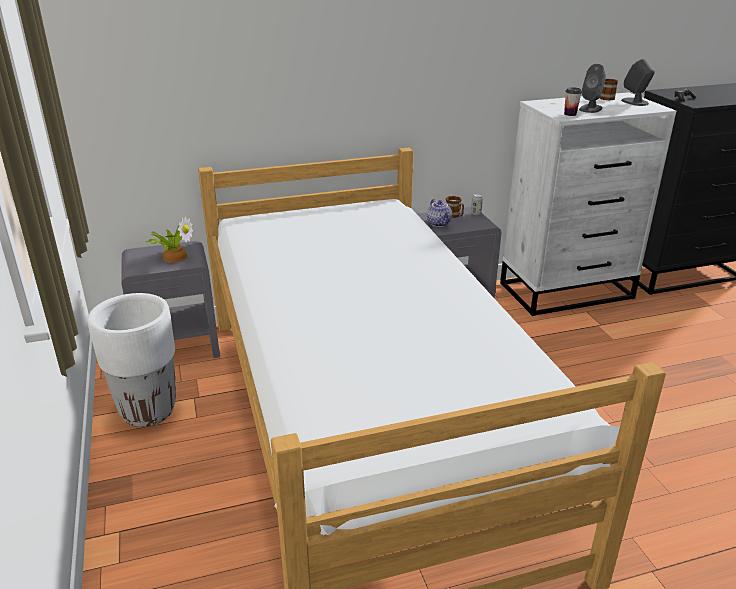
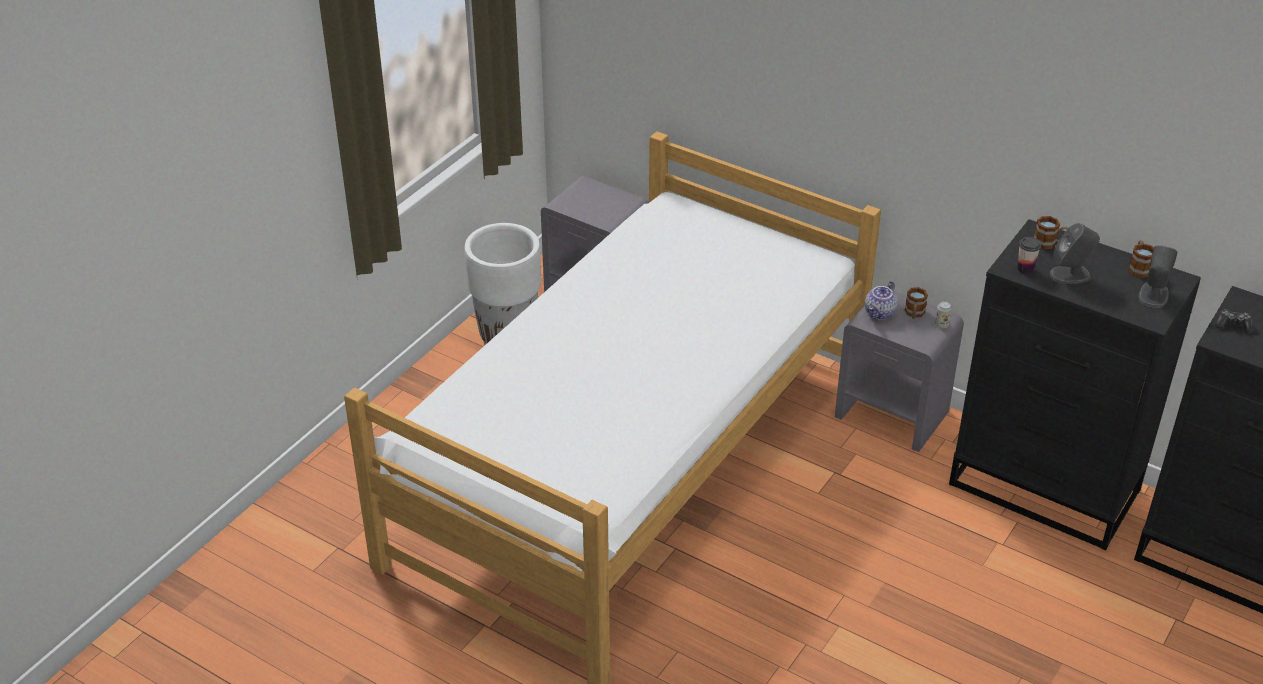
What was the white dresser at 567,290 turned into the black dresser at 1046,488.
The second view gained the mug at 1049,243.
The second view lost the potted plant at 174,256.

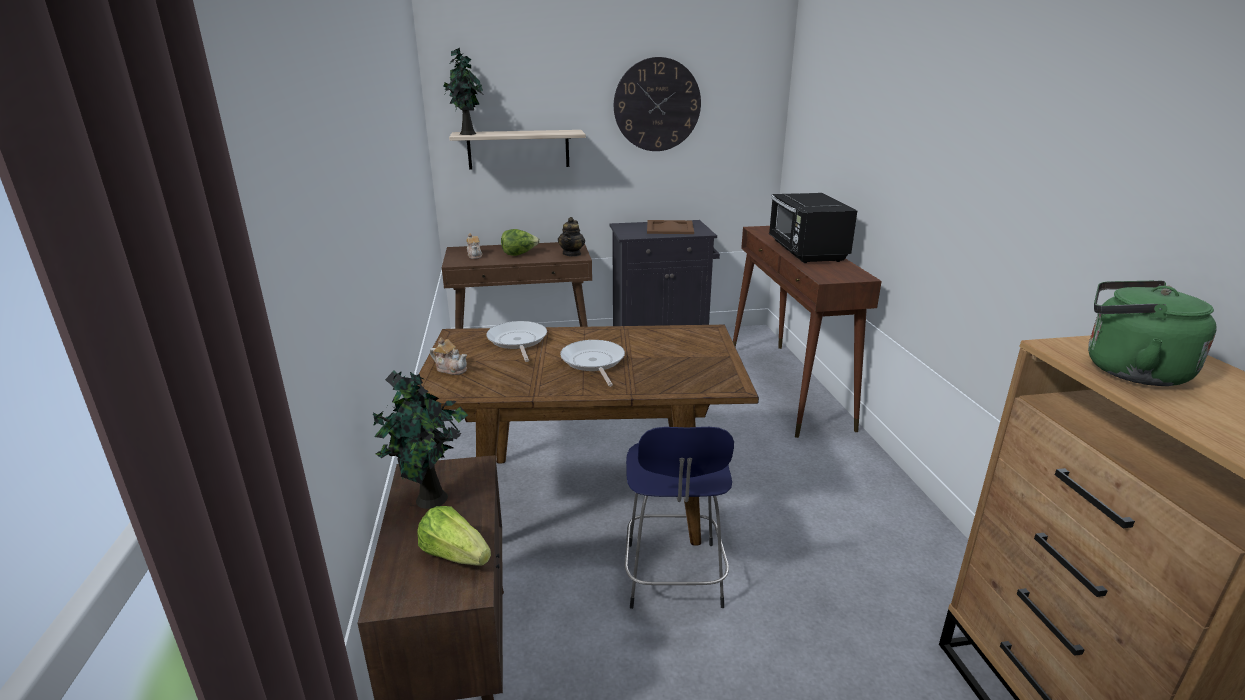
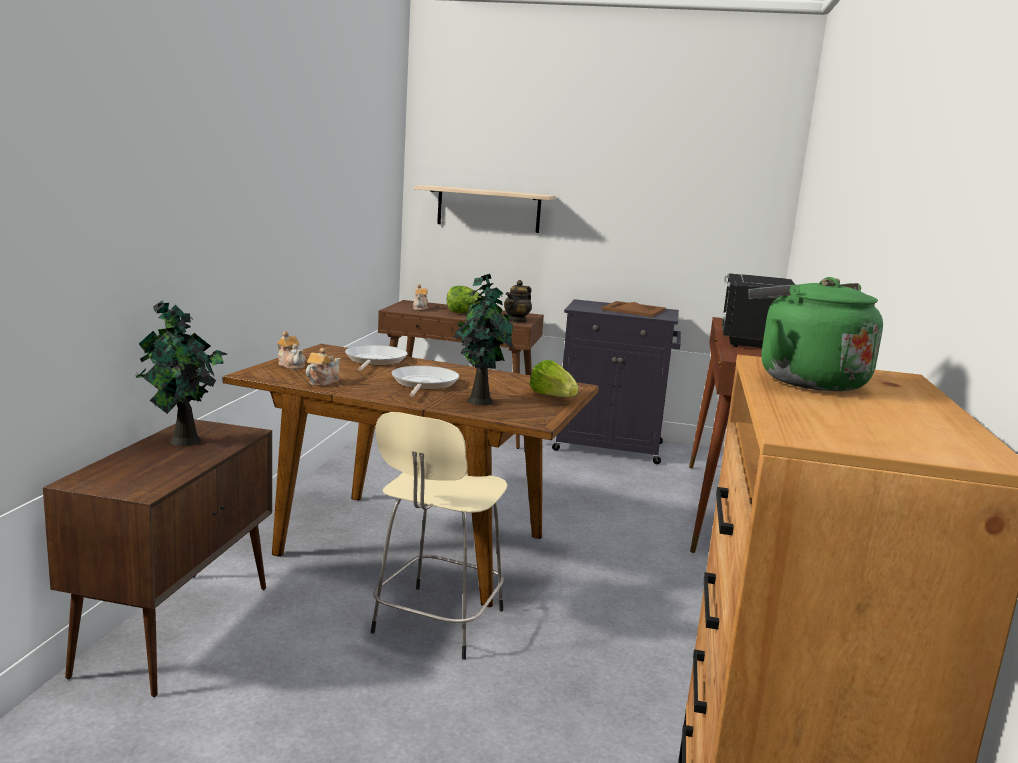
The second view gained the teapot at 322,382.
What was the blue stool at 673,578 turned into the beige stool at 436,623.
The potted plant ended up elsewhere, having gone from 466,133 to 478,401.
The lettuce ended up elsewhere, having gone from 455,555 to 552,397.
The second view lost the wall clock at 657,105.

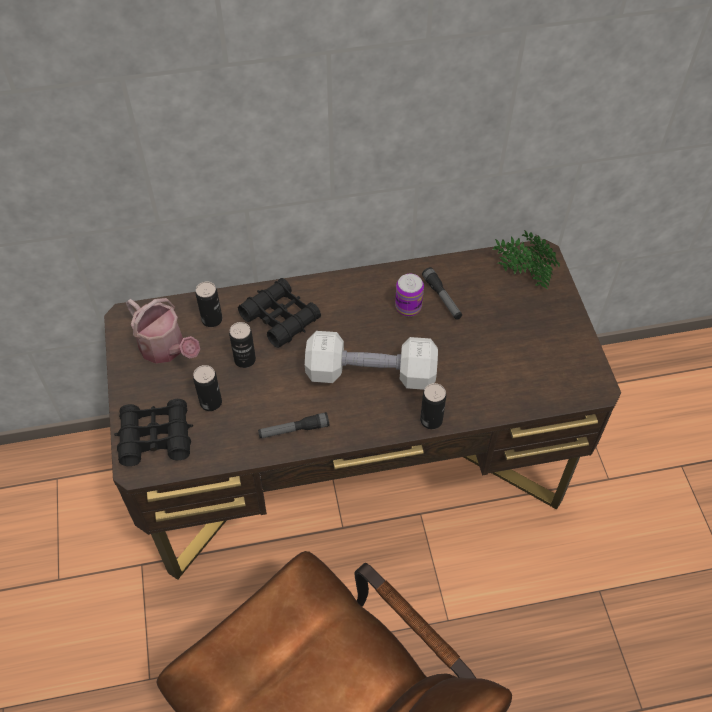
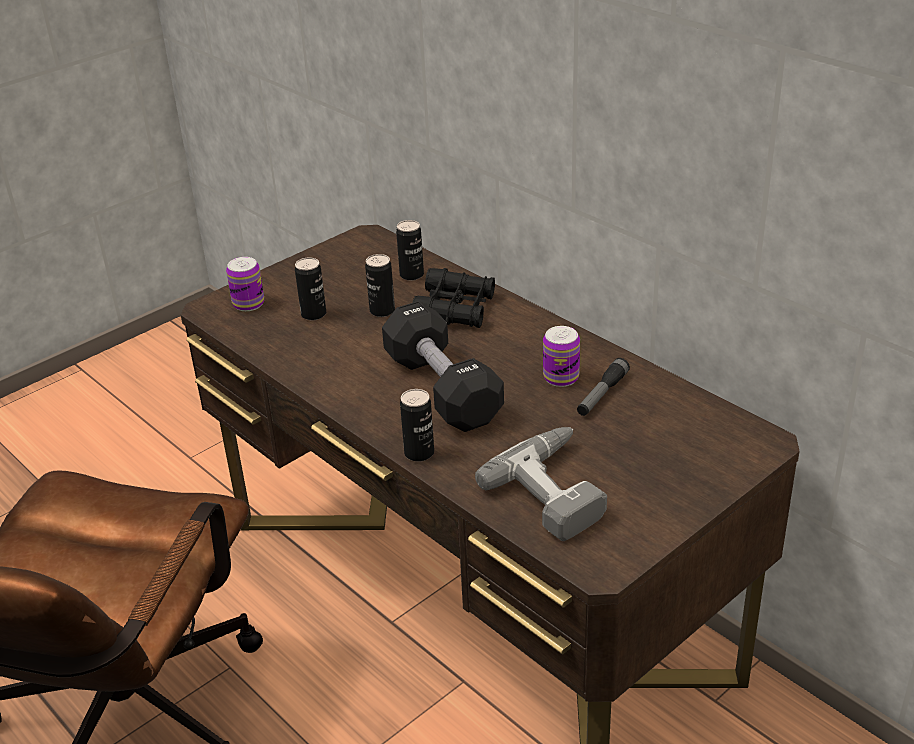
Where the black binoculars stood at 155,437, the can came to stand at 248,303.
What was the white dumbbell at 371,373 turned into the black dumbbell at 442,389.
The second view gained the power drill at 558,490.
The second view lost the watering can at 166,349.
The second view lost the flashlight at 293,430.
The second view lost the potted plant at 522,275.

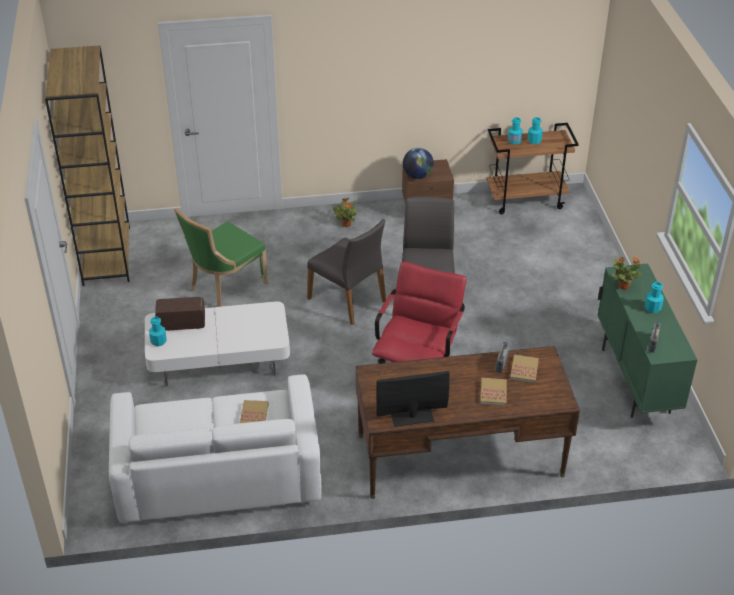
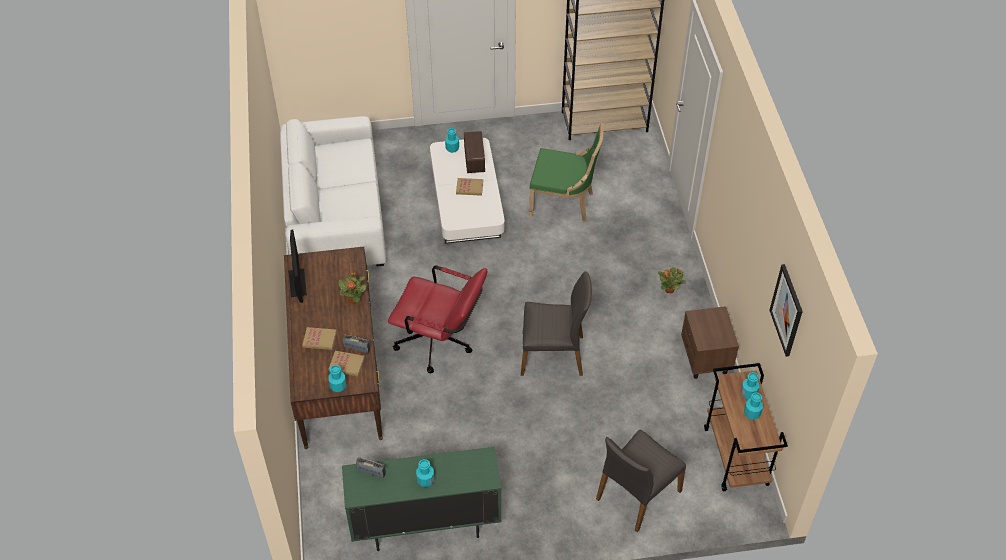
The second view gained the turquoise bottle at 338,386.
The potted plant ended up elsewhere, having gone from 623,286 to 354,299.
The book ended up elsewhere, having gone from 254,415 to 469,188.
The green chair at 225,287 ended up facing another way, 150 degrees clockwise from before.
The grey chair ended up elsewhere, having gone from 348,299 to 637,495.
The second view gained the picture at 787,310.
The second view lost the globe at 417,176.

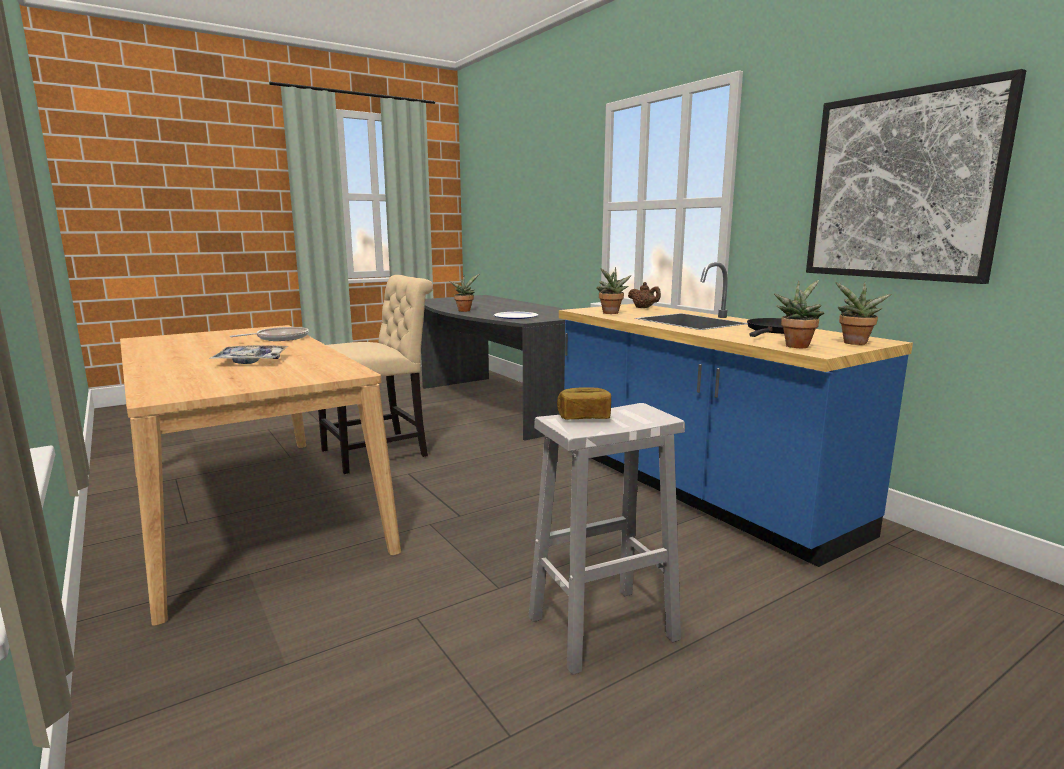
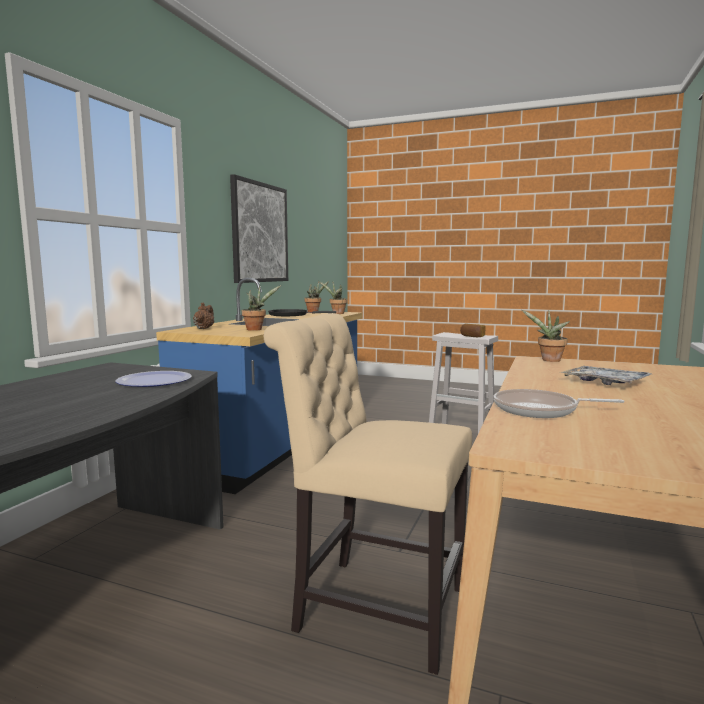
The potted plant ended up elsewhere, having gone from 464,310 to 549,360.

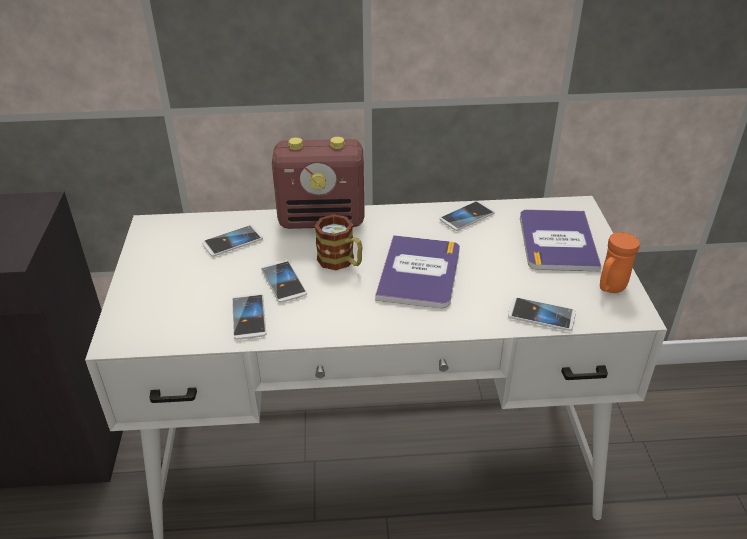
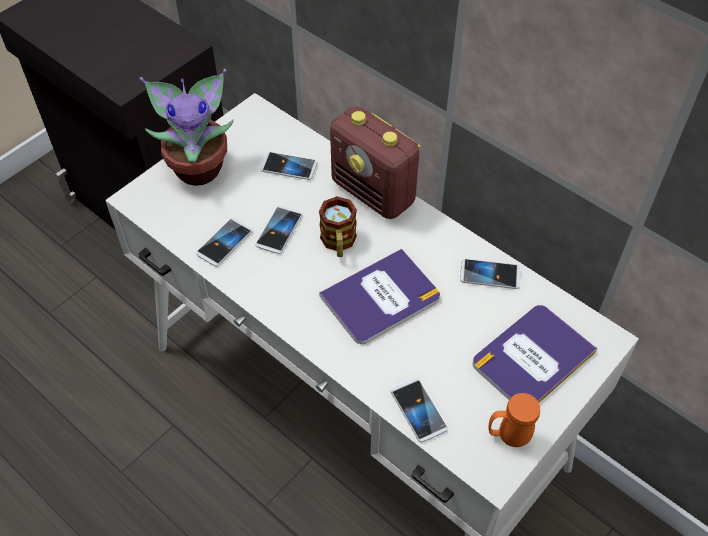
The second view gained the potted plant at 199,167.

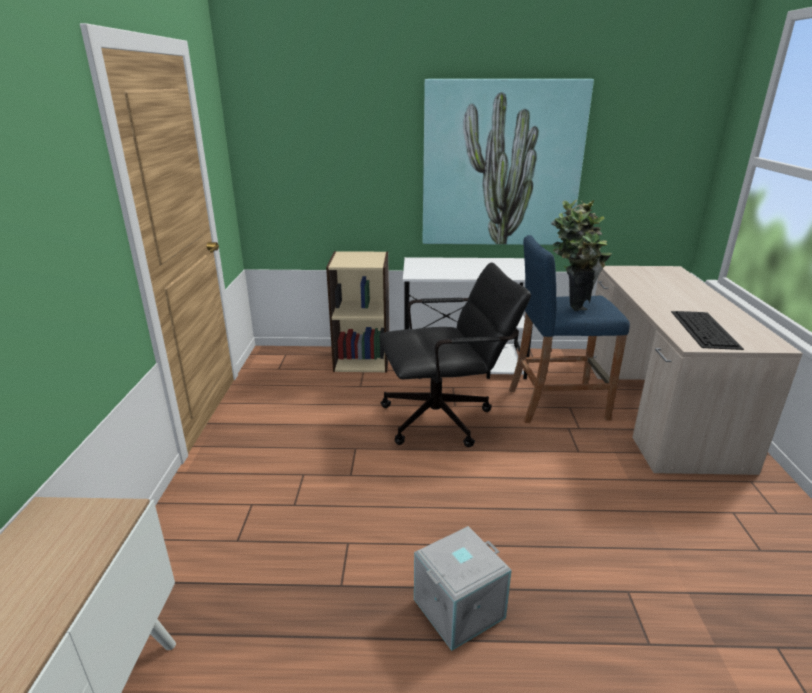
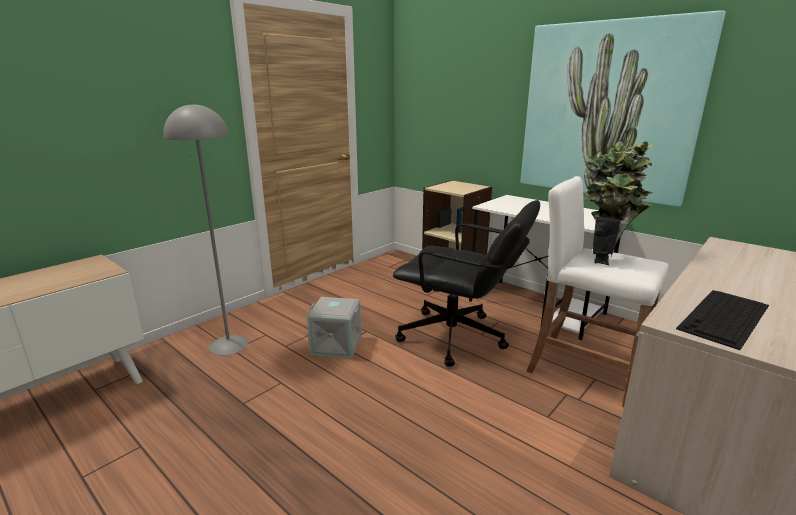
The second view gained the grey floor lamp at 229,344.
The grey storage box ended up elsewhere, having gone from 458,607 to 337,344.
What was the blue stool at 557,404 turned into the white stool at 585,371.

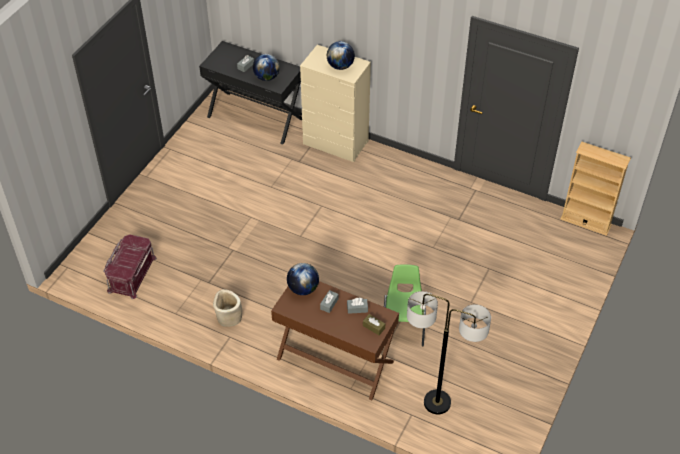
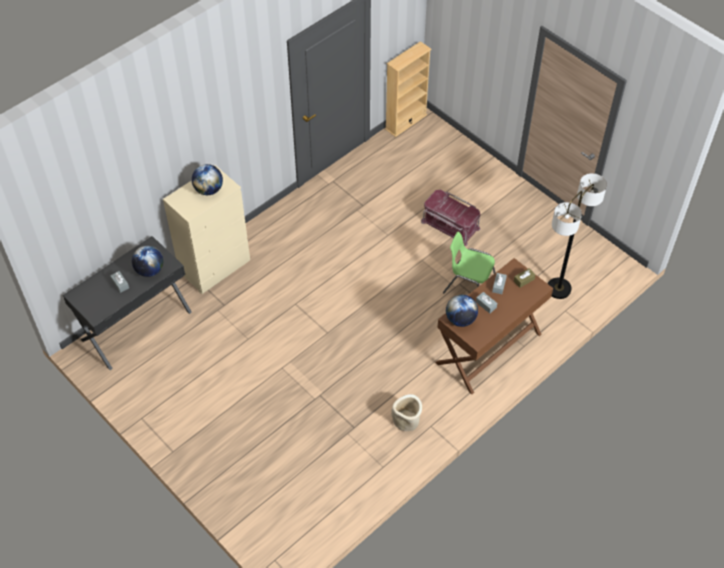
The red storage box ended up elsewhere, having gone from 131,274 to 450,225.

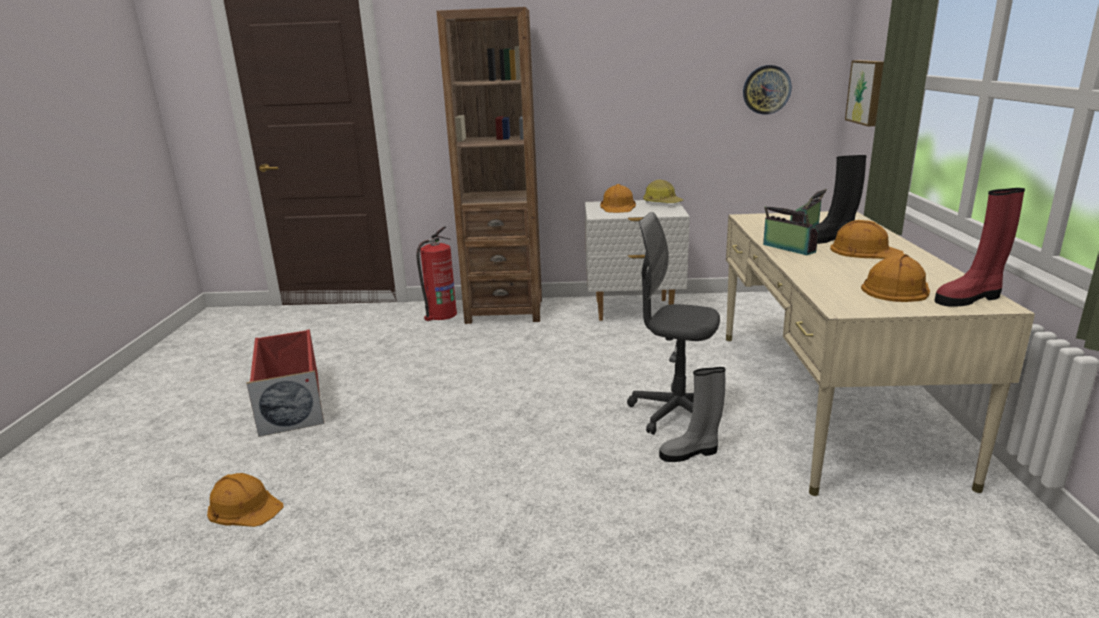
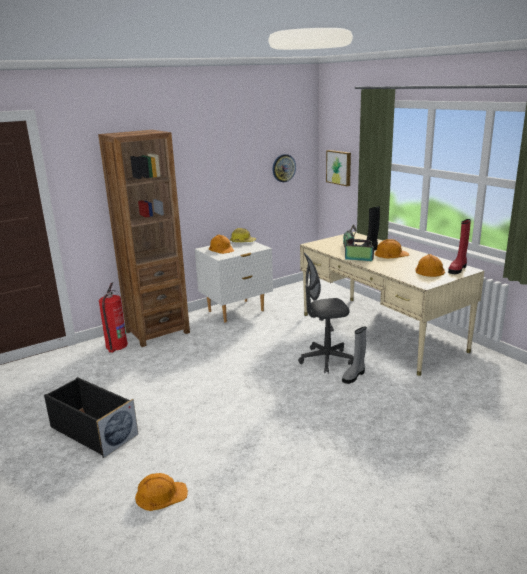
What was the red storage box at 291,402 turned into the black storage box at 92,431.

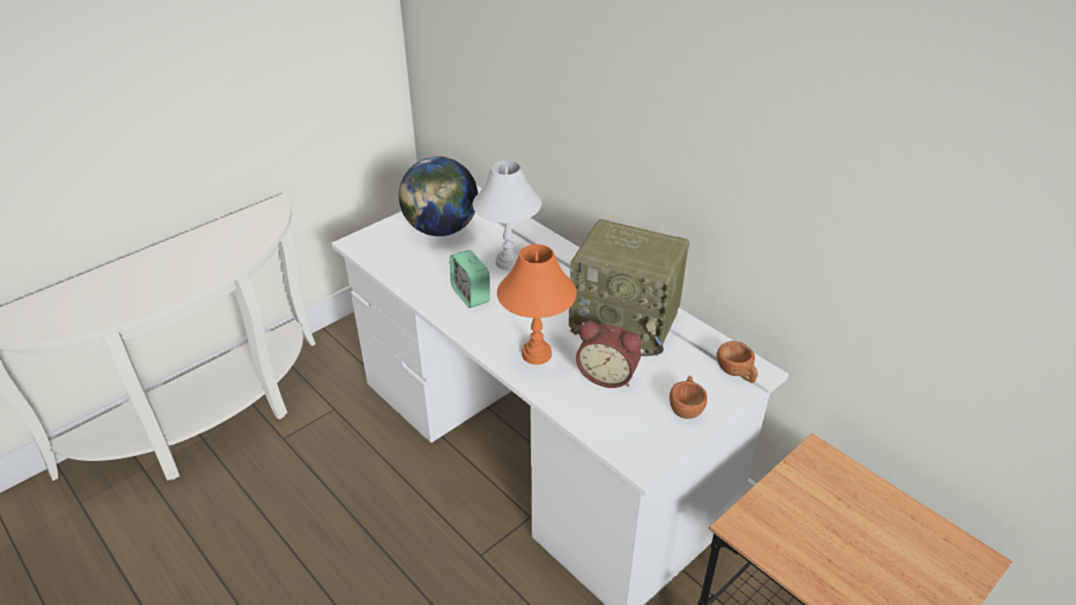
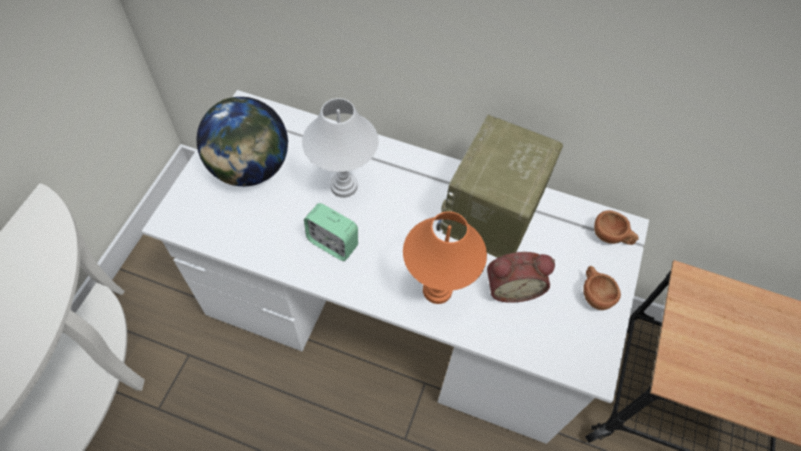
The radio at 627,321 ended up facing another way, 120 degrees clockwise from before.

